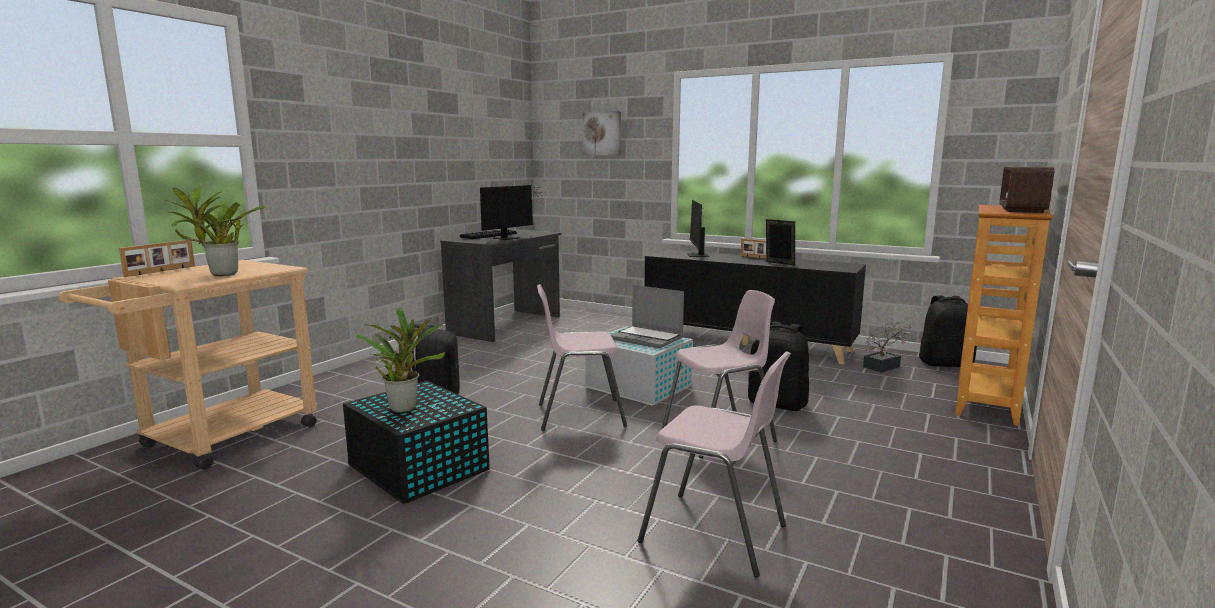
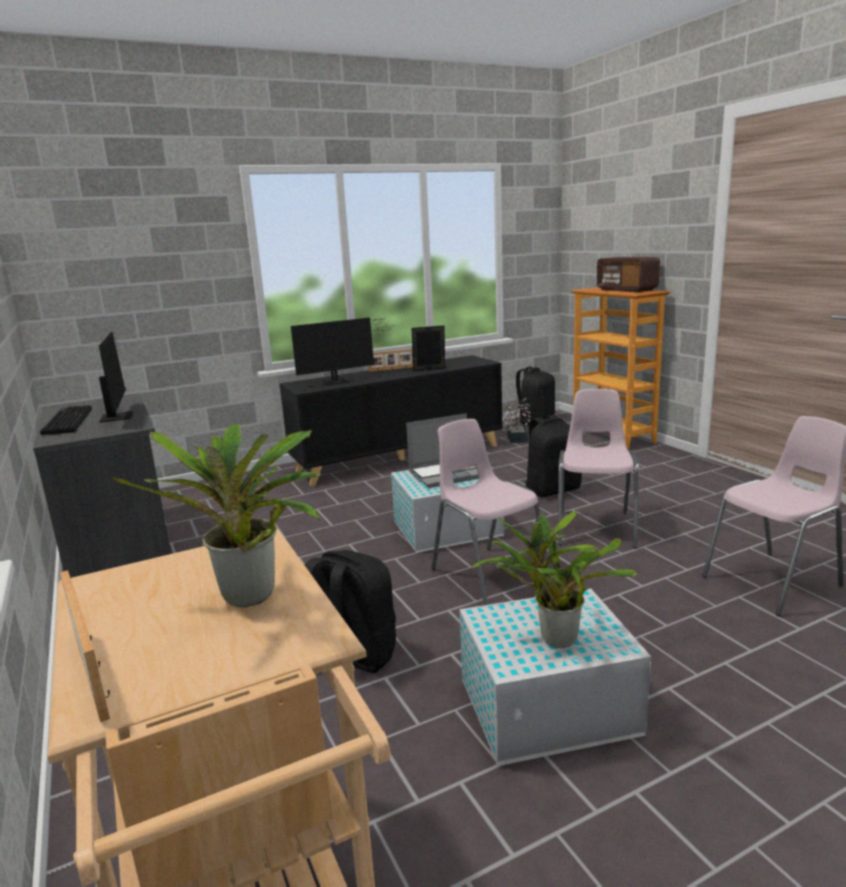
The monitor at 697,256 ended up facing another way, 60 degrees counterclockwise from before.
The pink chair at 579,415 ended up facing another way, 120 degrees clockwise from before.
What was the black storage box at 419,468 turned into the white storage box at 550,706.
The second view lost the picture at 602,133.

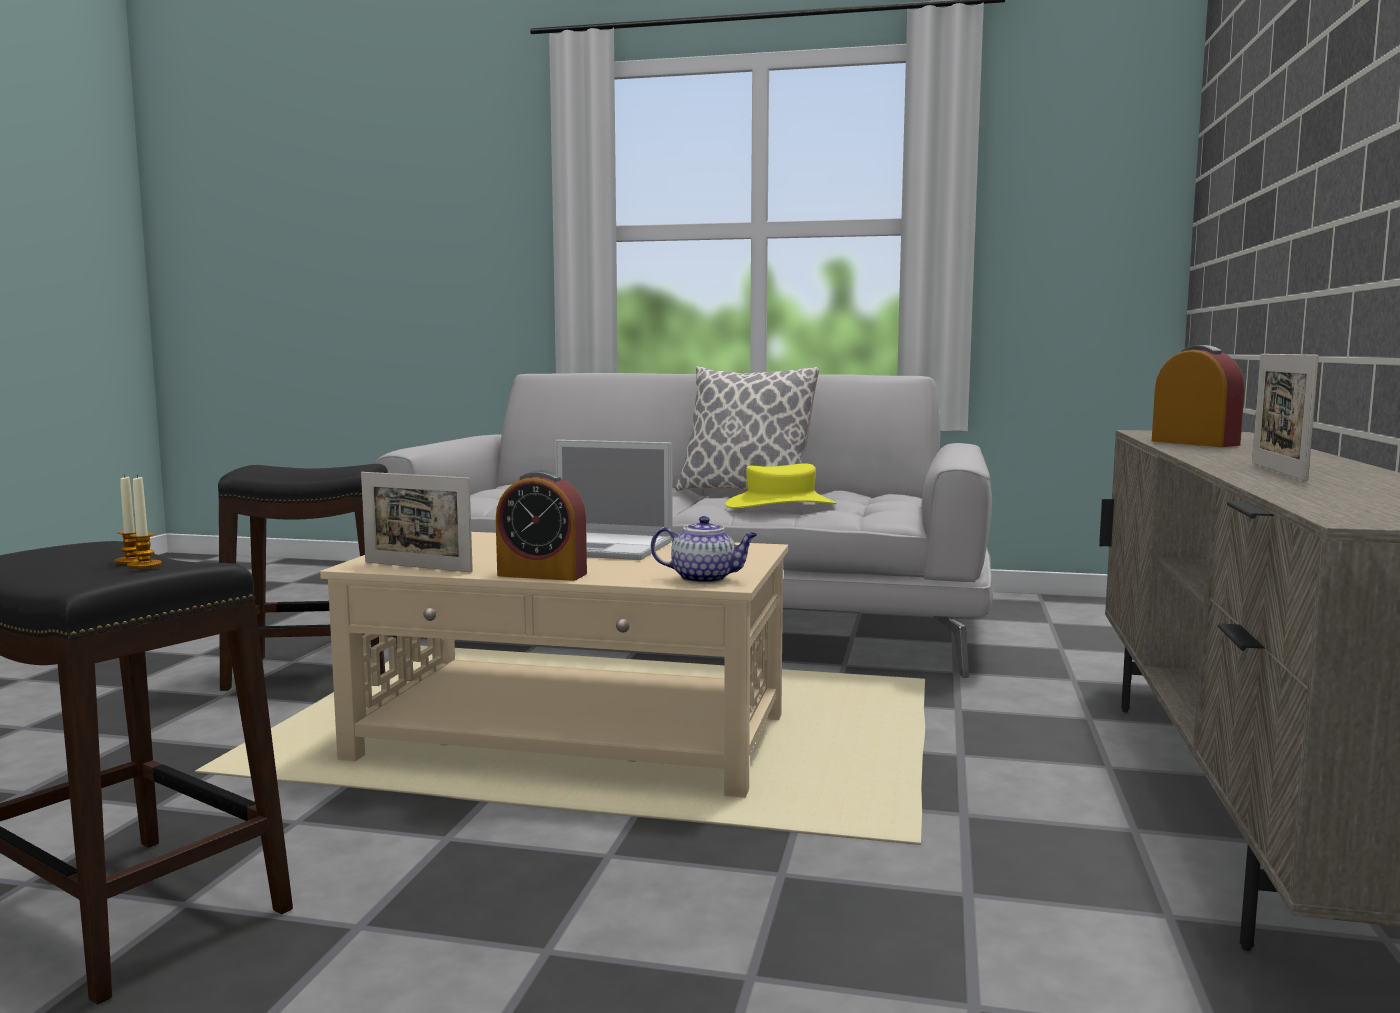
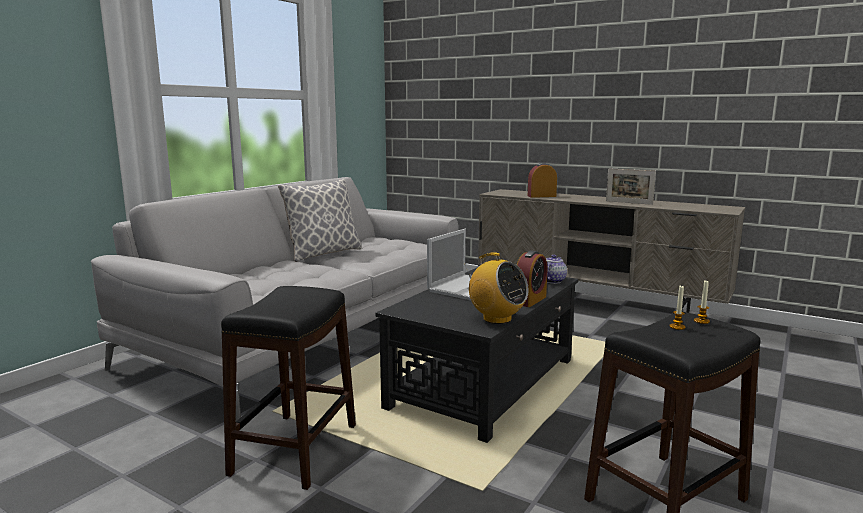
What was the beige coffee table at 574,738 turned into the black coffee table at 485,383.
Where the picture frame stood at 417,567, the radio came to stand at 496,319.
The second view lost the yellow hat at 780,505.

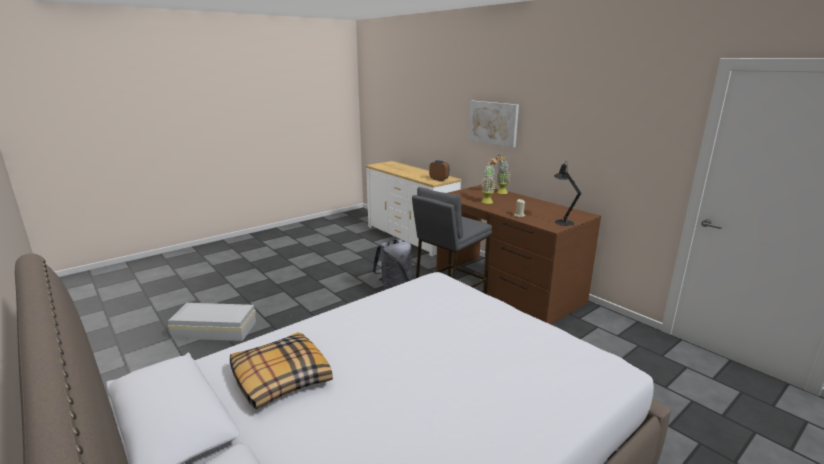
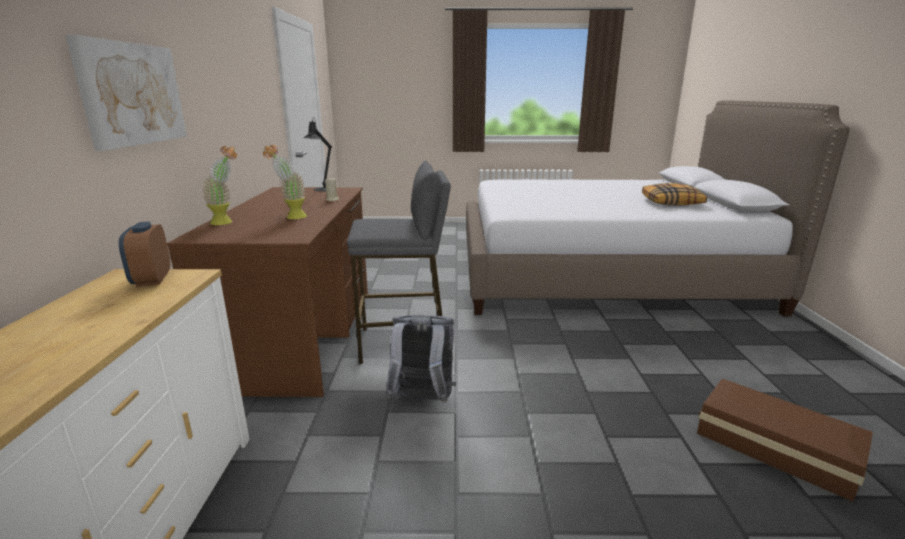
What was the white storage box at 216,330 turned into the brown storage box at 773,445.

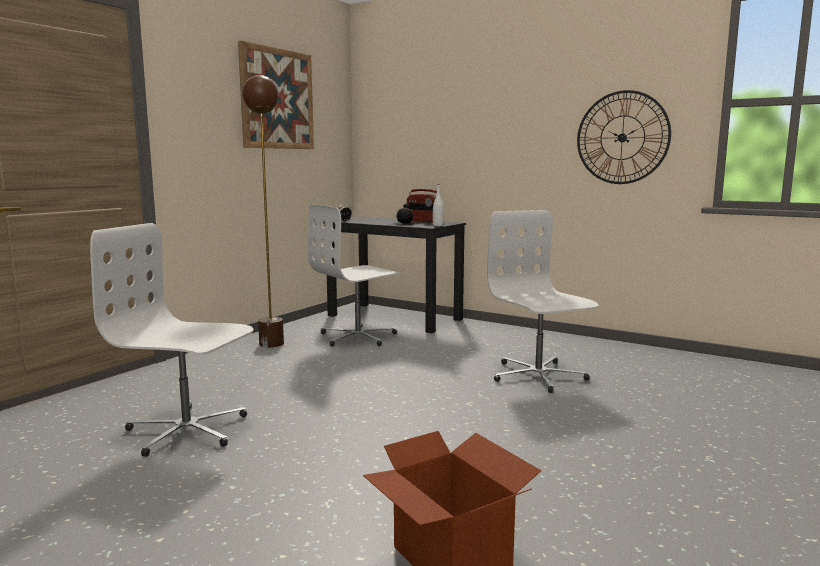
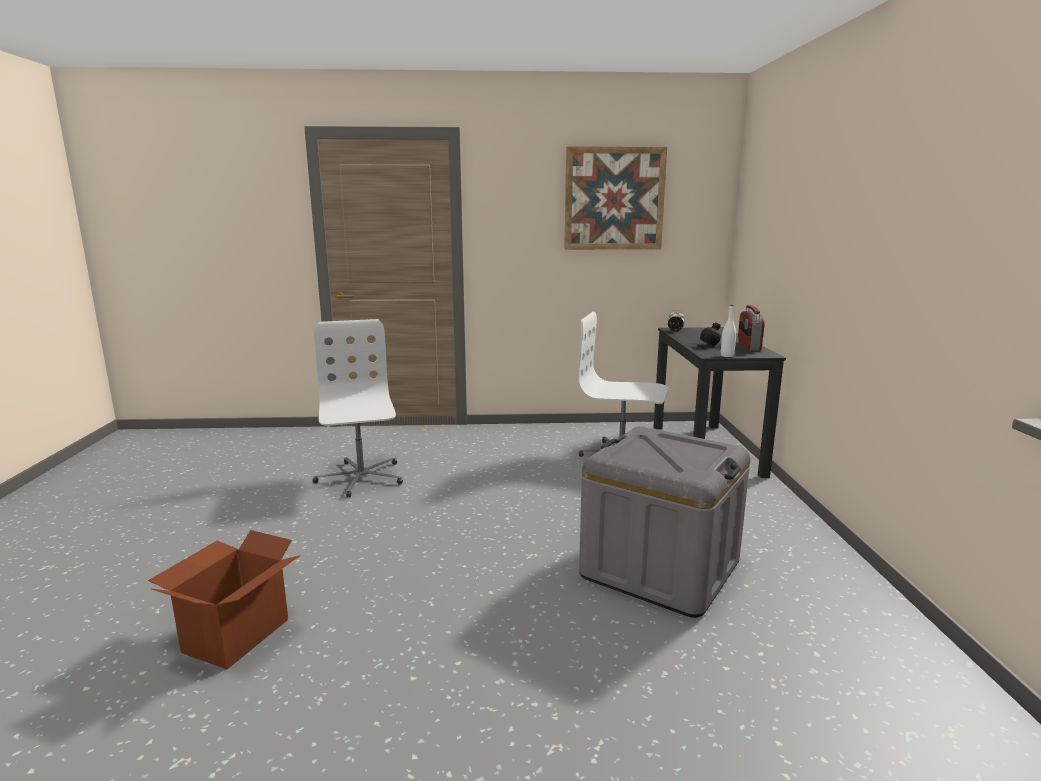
Where the white office chair stood at 537,376, the grey storage box came to stand at 660,569.
The second view lost the brown floor lamp at 271,344.
The second view lost the wall clock at 622,137.

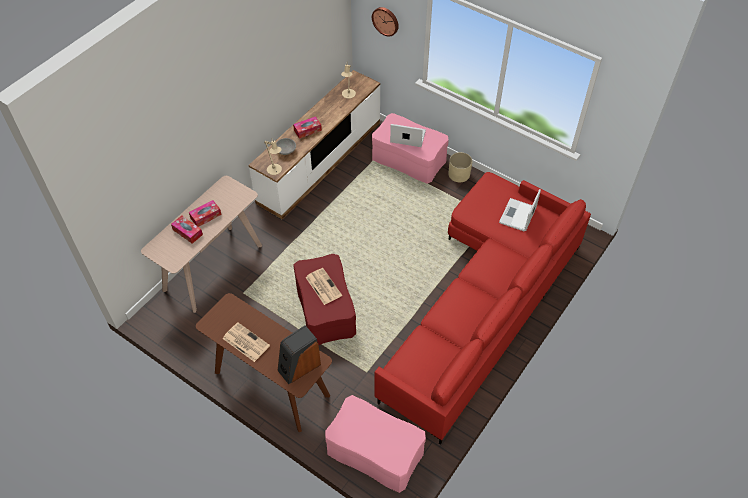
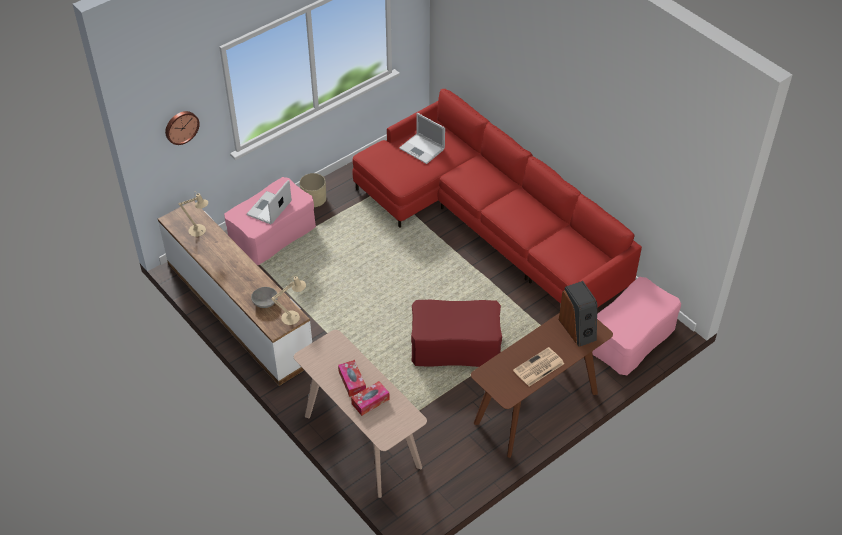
The second view lost the tissue box at 307,130.
The second view lost the newspaper at 323,286.

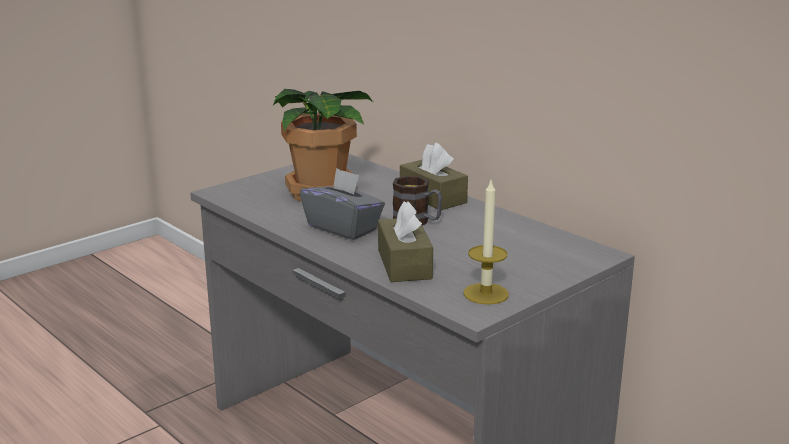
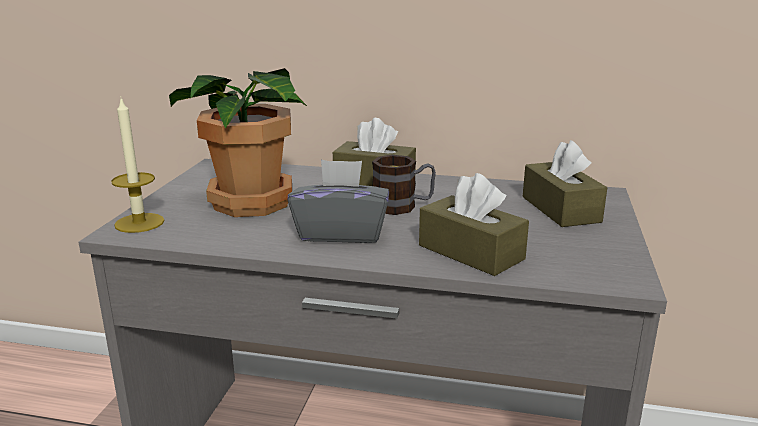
The candle ended up elsewhere, having gone from 486,294 to 139,223.
The second view gained the brown tissue box at 560,209.

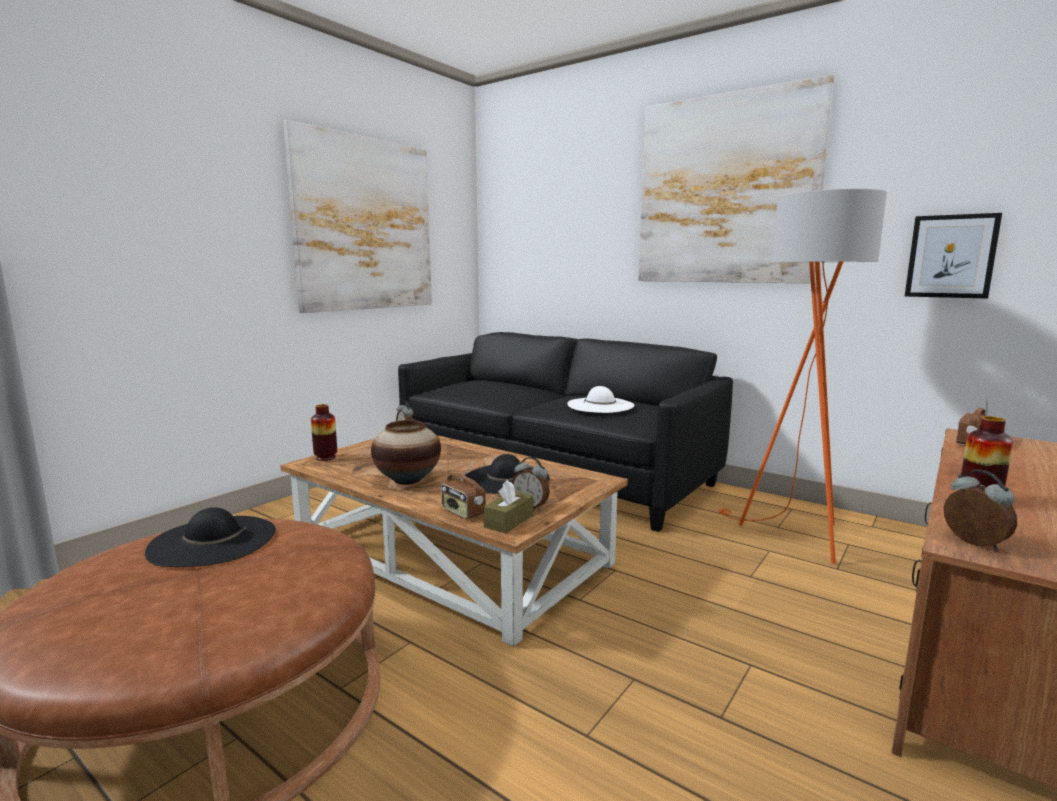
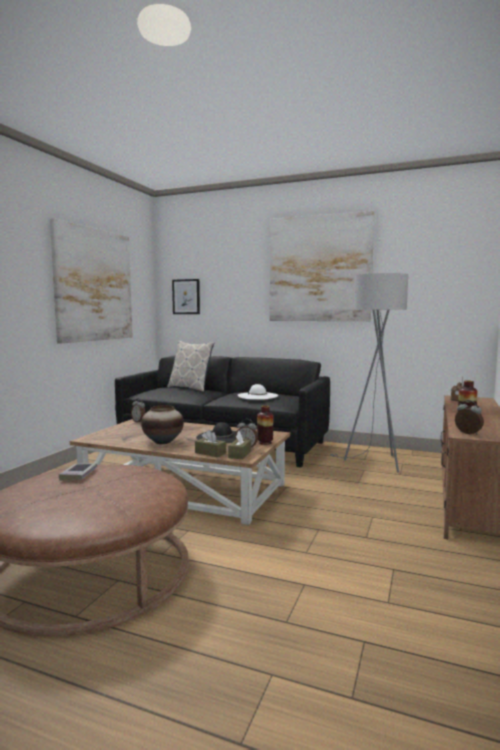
Where the black hat stood at 213,541, the book came to stand at 78,474.
The second view gained the pillow at 190,388.
The picture ended up elsewhere, having gone from 951,256 to 186,296.
Where the radio stood at 462,512, the brown tissue box came to stand at 210,453.
The vase ended up elsewhere, having gone from 326,457 to 265,442.
What was the orange floor lamp at 791,535 turned into the grey floor lamp at 372,462.

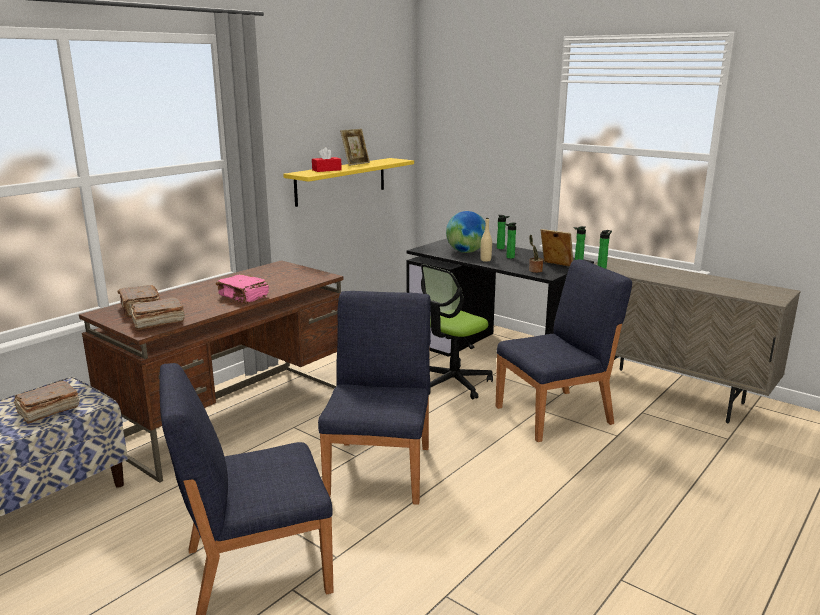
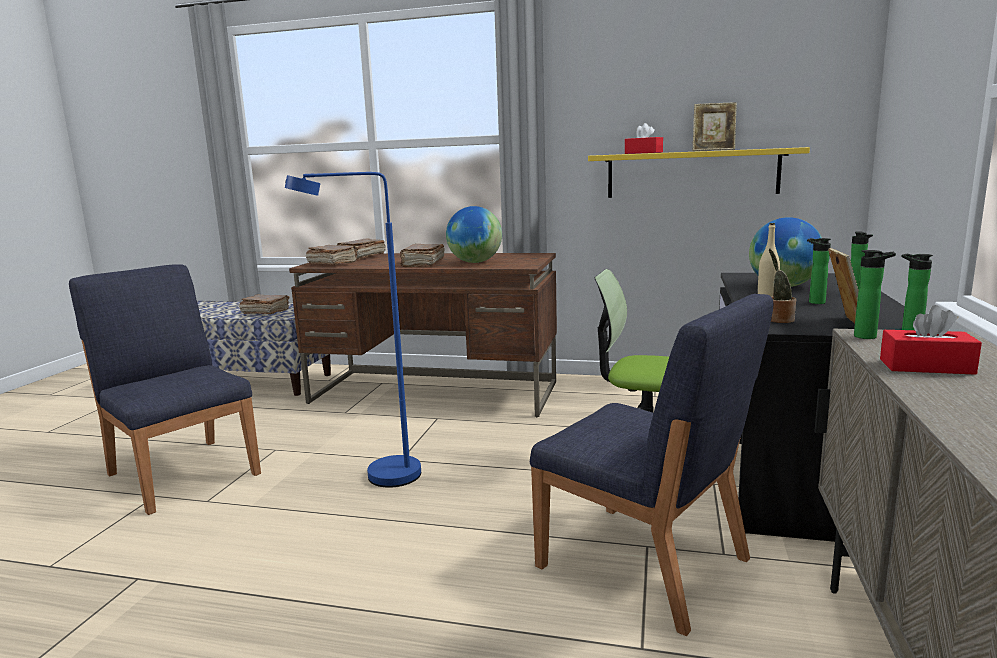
Where the blue chair stood at 380,470, the blue floor lamp came to stand at 379,478.
What was the pink book at 243,297 turned into the brown book at 422,264.
The second view gained the globe at 475,262.
The second view gained the red tissue box at 926,366.

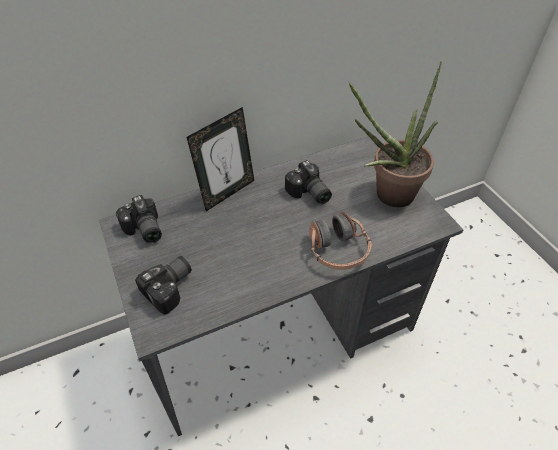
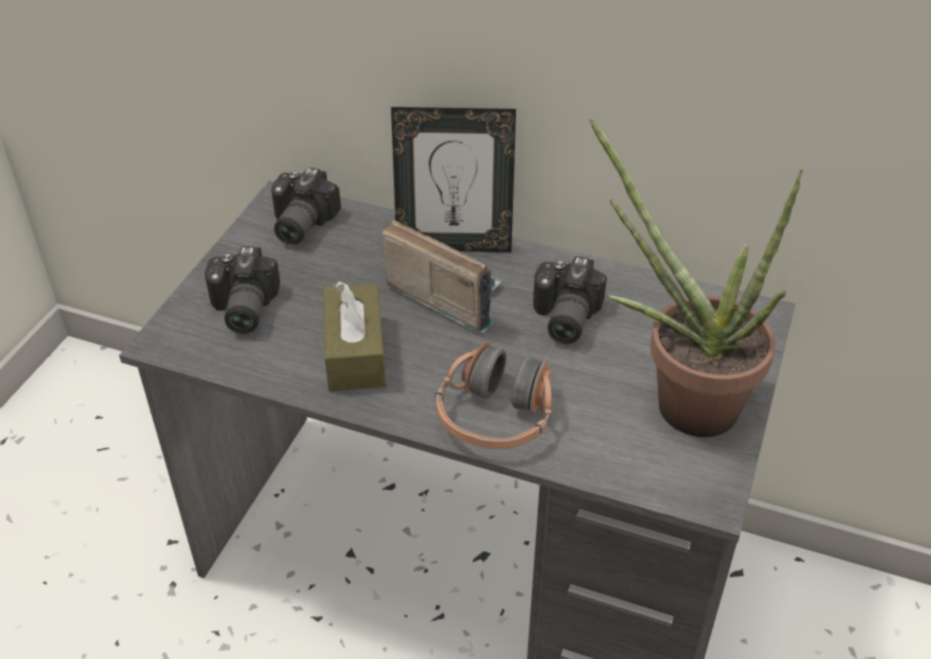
The photo camera at 171,289 ended up facing another way, 90 degrees clockwise from before.
The second view gained the brown tissue box at 355,352.
The second view gained the radio at 445,295.

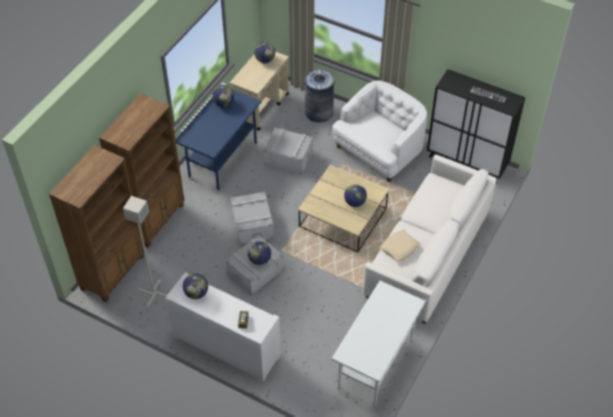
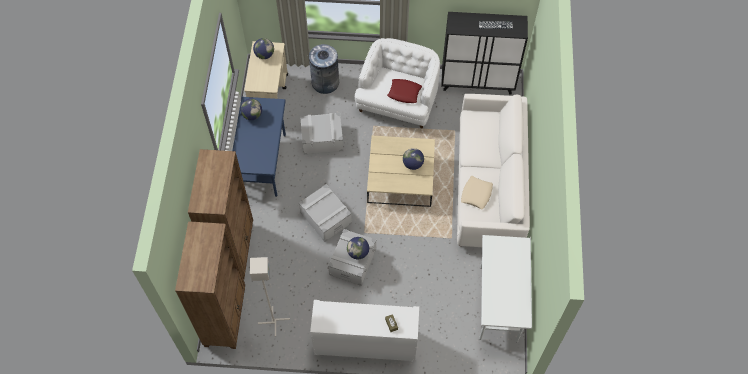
The second view gained the red pillow at 404,93.
The second view lost the globe at 196,293.

